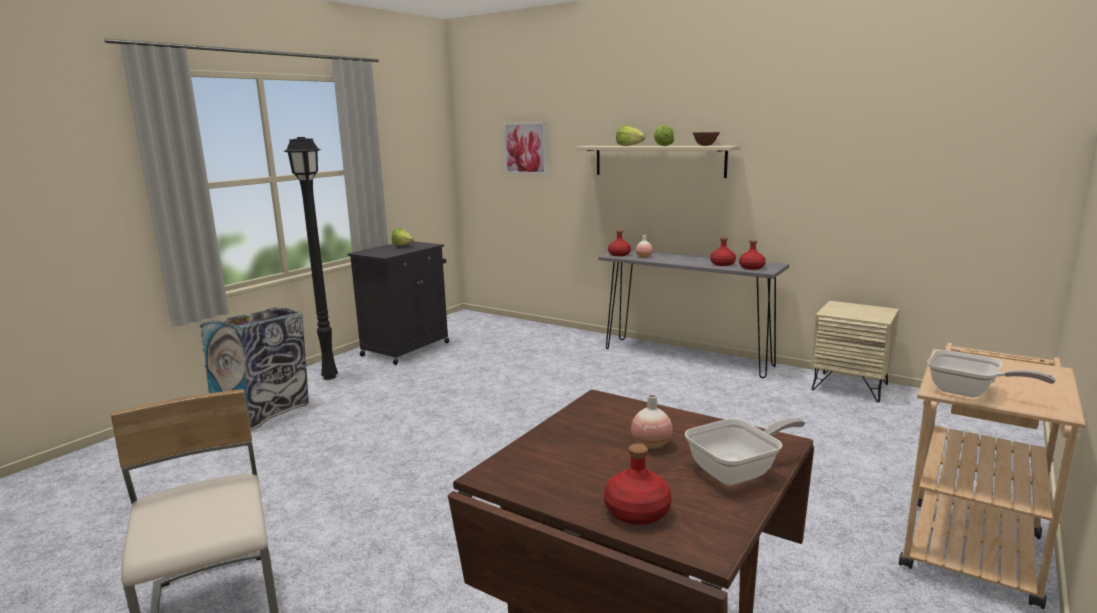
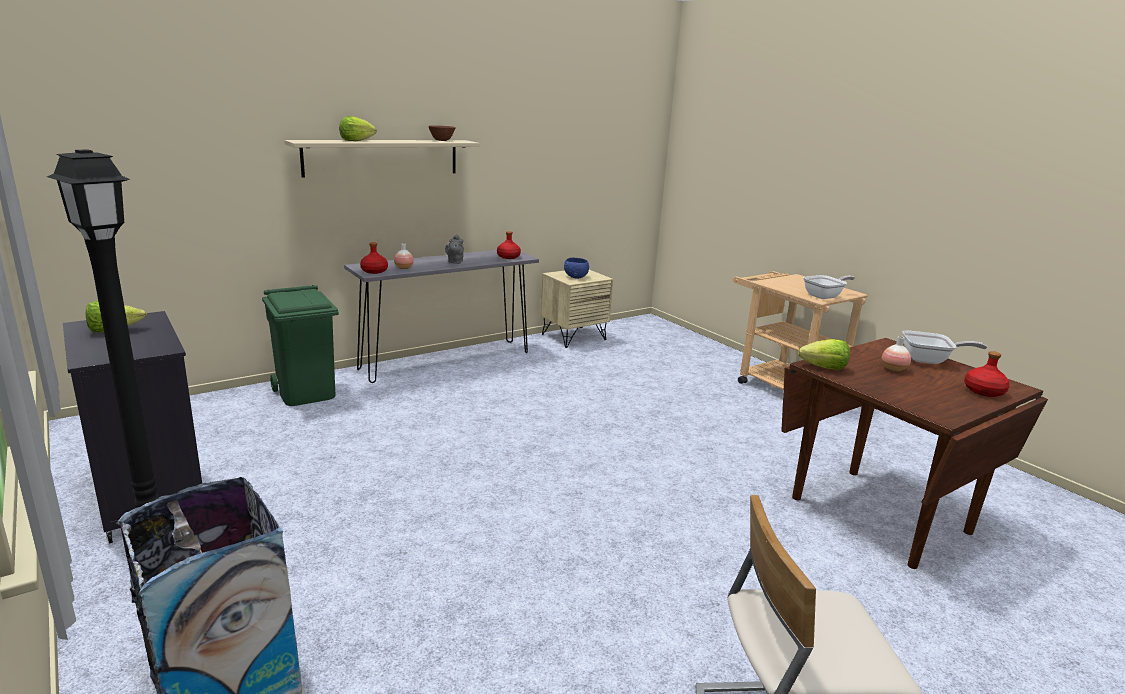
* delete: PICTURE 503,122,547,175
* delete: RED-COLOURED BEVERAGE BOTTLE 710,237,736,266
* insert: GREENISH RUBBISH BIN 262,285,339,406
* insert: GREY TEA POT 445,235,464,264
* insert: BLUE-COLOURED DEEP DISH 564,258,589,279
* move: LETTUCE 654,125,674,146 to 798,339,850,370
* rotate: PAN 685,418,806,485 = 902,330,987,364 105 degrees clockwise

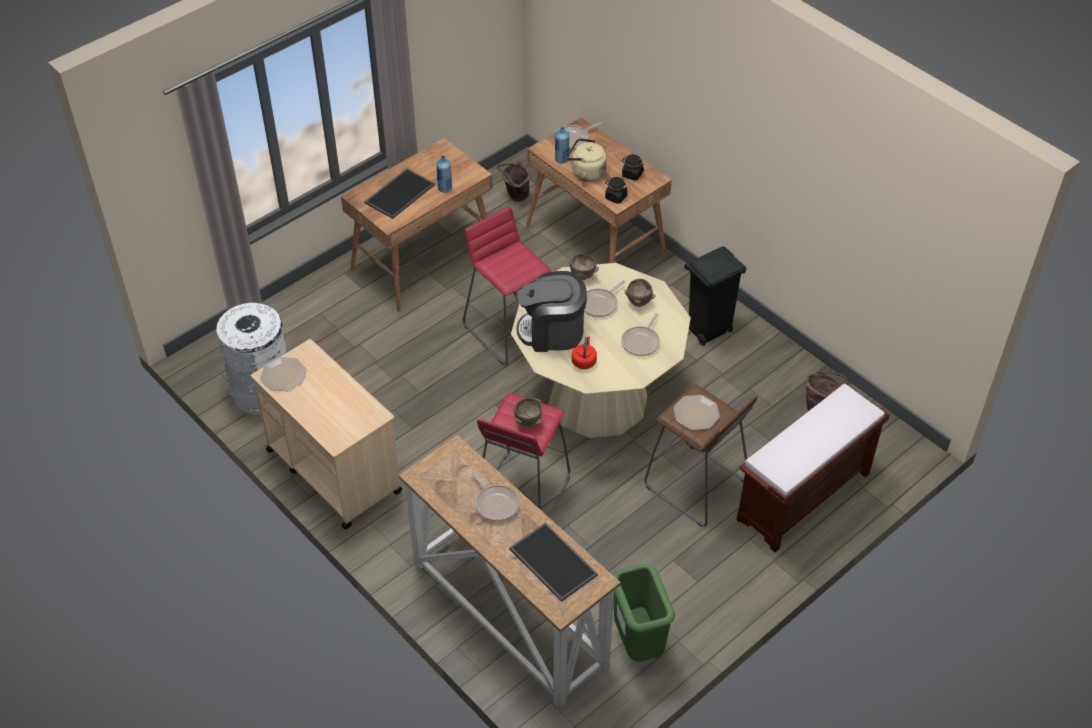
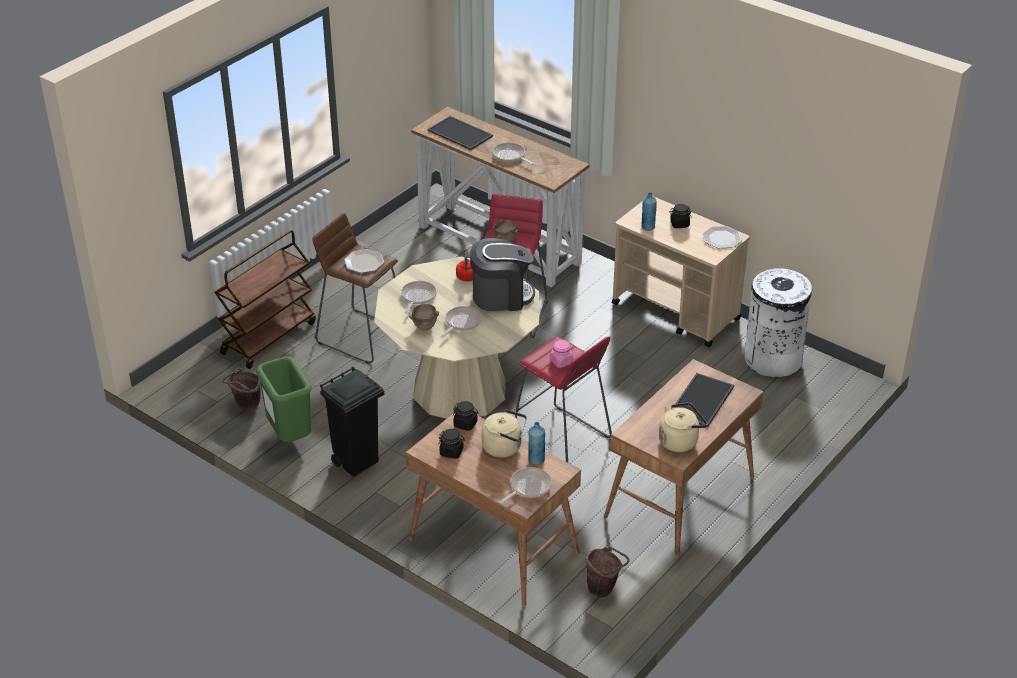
* delete: BROWN DEEP DISH 568,253,599,280
* insert: PINK-COLOURED PRESERVE JAR 550,339,573,368
* insert: SAND-COLOURED KETTLE 659,402,707,452
* insert: BLACK PRESERVE JAR 669,204,692,228
* move: BLUE-COLOURED BEVERAGE BOTTLE 436,156,452,193 to 641,192,657,231
* move: GREENISH RUBBISH BIN 613,563,675,662 to 256,357,312,442
* replace: BROWN LONG SEAT 736,384,889,552 to BROWN WHEELED CART 214,230,316,369

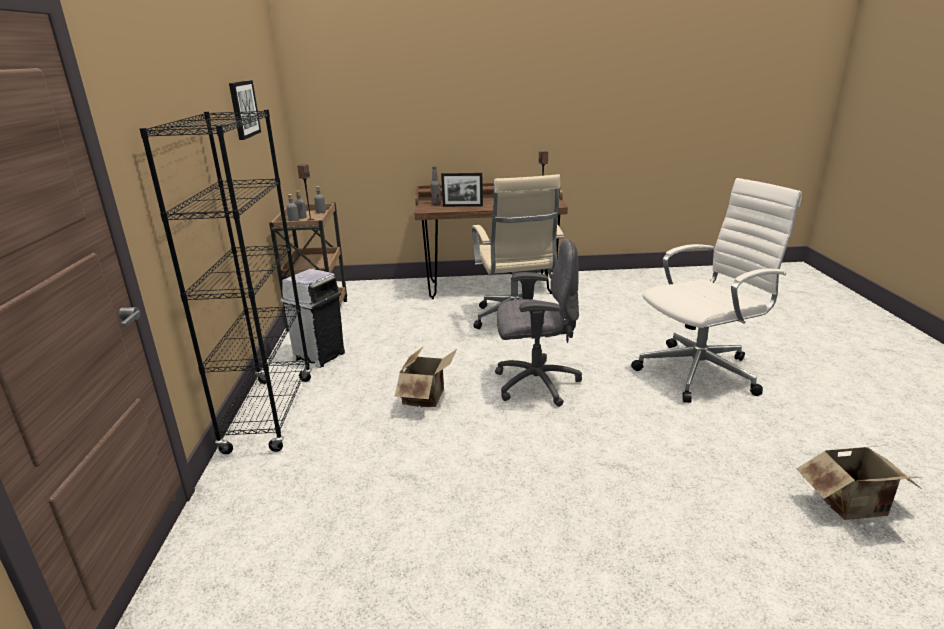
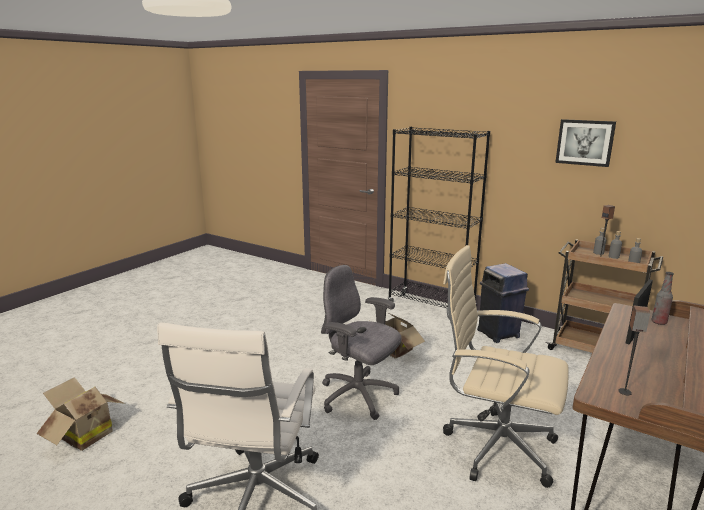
* recolor: WHITE RUBBISH BIN 281,269,345,368 to BLUE-COLOURED RUBBISH BIN 477,263,529,343
* rotate: GREY OFFICE CHAIR 495,239,582,407 = 321,265,401,420 90 degrees clockwise

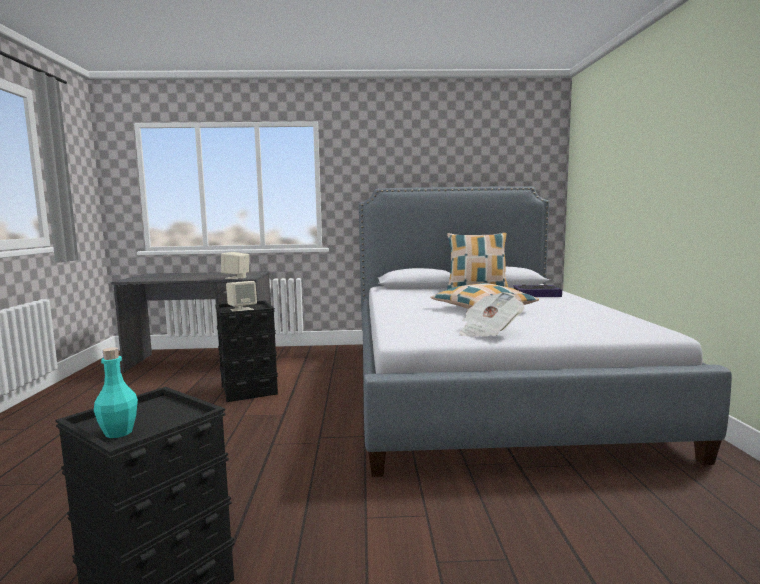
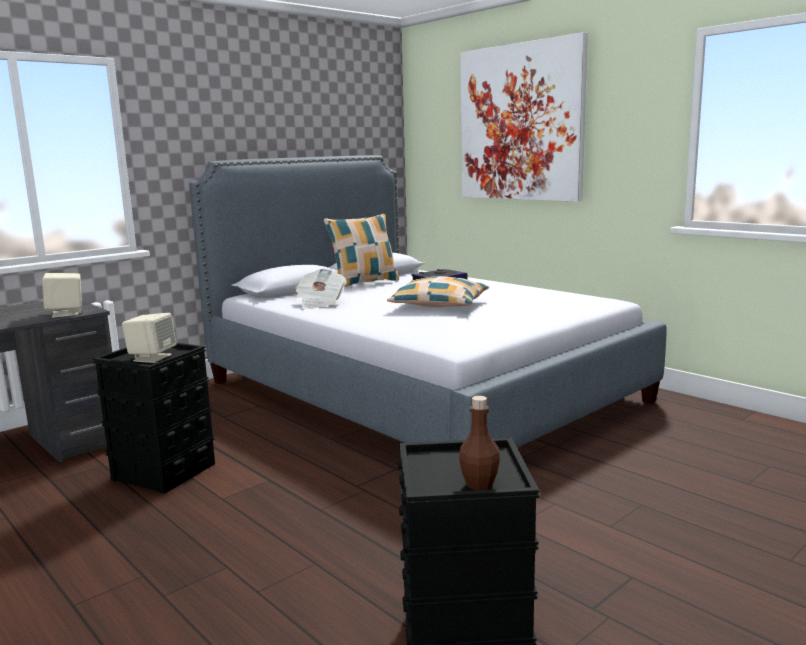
* insert: PICTURE 461,32,588,202
* move: DAILY PAPER 460,292,524,337 to 295,269,347,309
* recolor: TURQUOISE-COLOURED BEVERAGE BOTTLE 94,347,138,438 to BROWN BEVERAGE BOTTLE 459,396,500,490

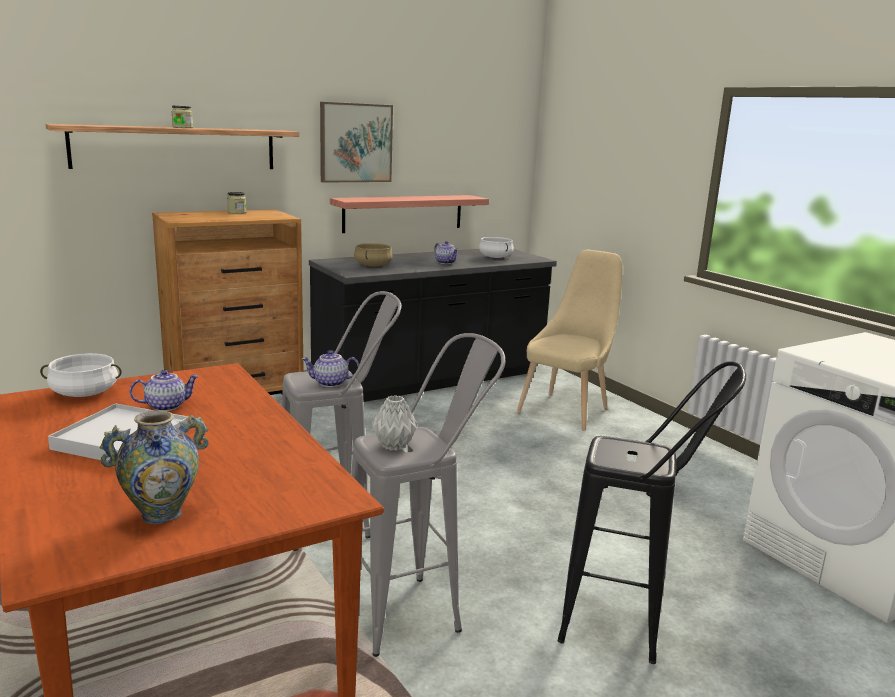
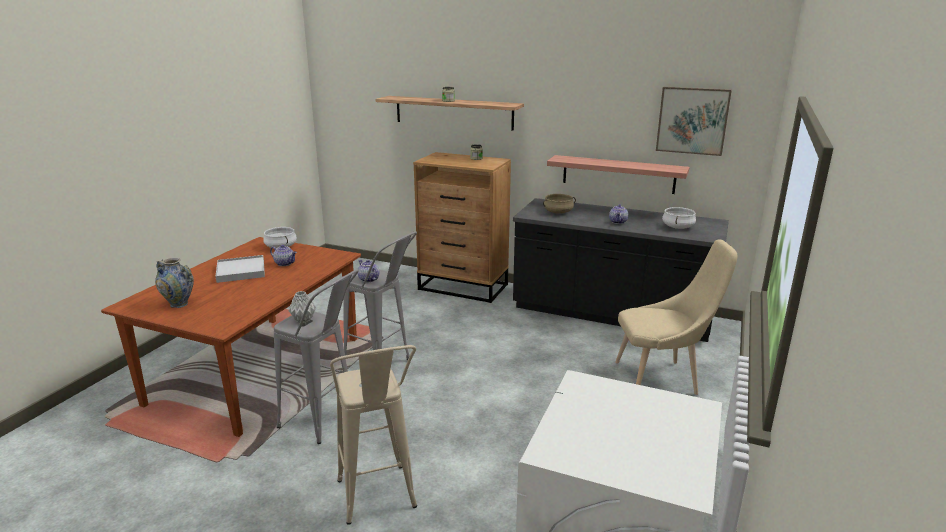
* move: PICTURE 320,102,393,183 to 656,87,732,156
* recolor: BLACK STOOL SEAT 558,361,746,664 to SAND-COLOURED STOOL SEAT 330,345,417,525

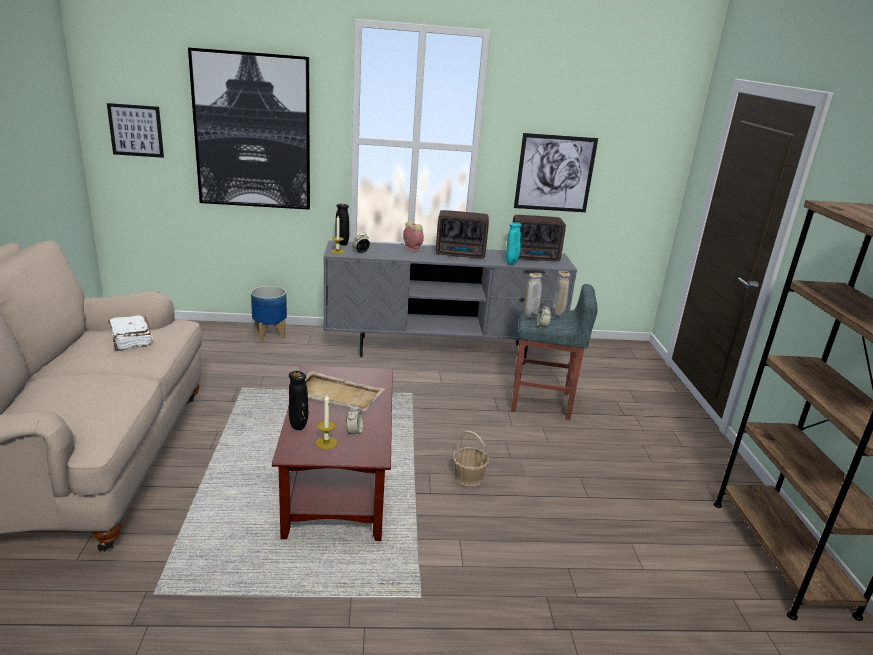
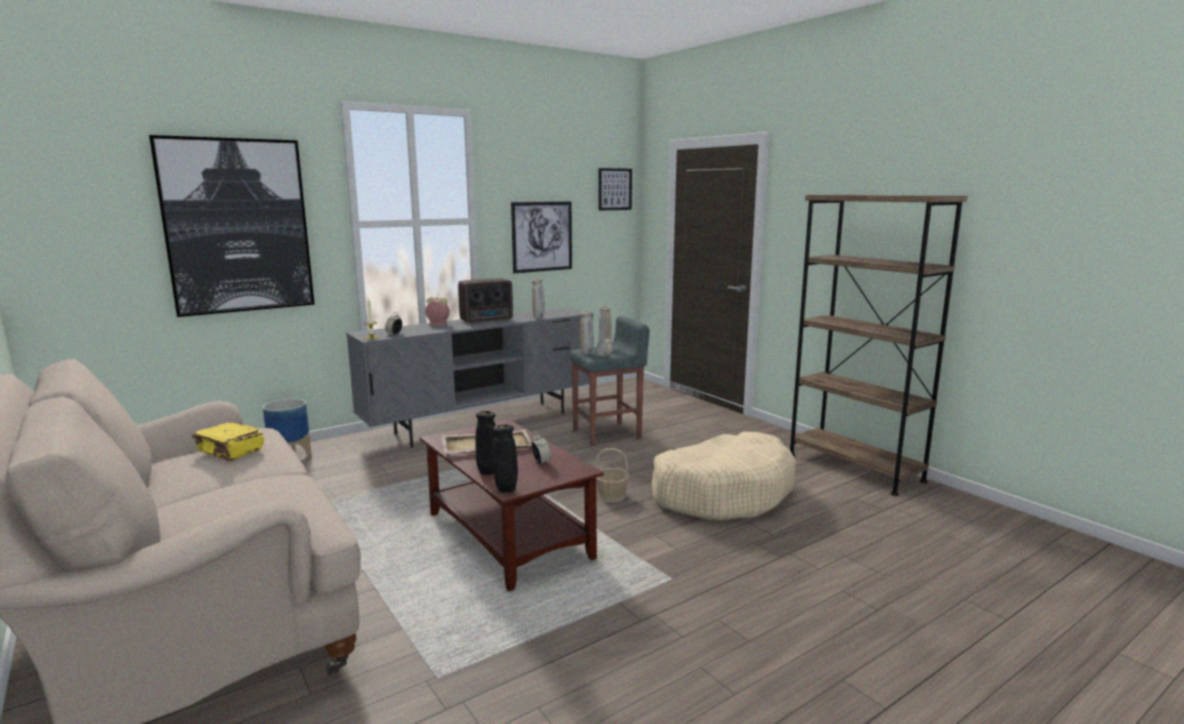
* delete: CANDLE 316,395,337,449
* delete: RADIO 512,215,566,261
* insert: SAND-COLOURED PET BED 652,431,796,520
* move: PICTURE 107,103,164,158 to 599,168,632,211
* move: BLACK DECORATIVE VASE 336,204,349,246 to 493,425,518,493
* recolor: WHITE BOUND BOOK 108,315,153,351 to YELLOW BOUND BOOK 192,422,264,461
* recolor: TURQUOISE-COLOURED DECORATIVE VASE 506,222,522,264 to SAND-COLOURED DECORATIVE VASE 532,279,545,319

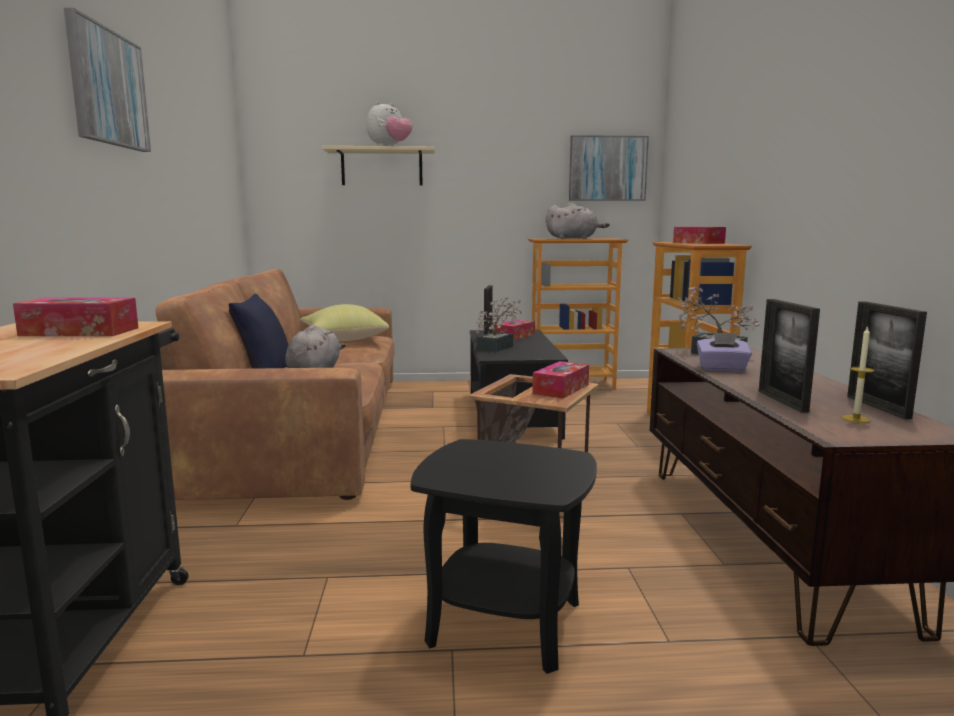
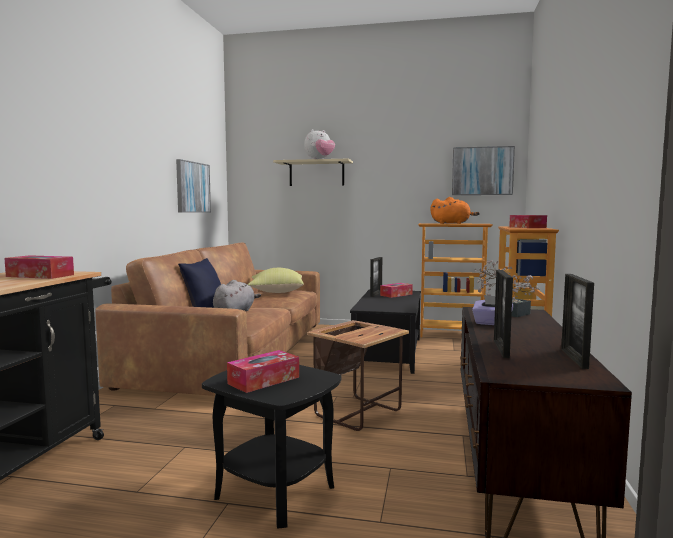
* delete: POTTED PLANT 476,297,522,352
* delete: CANDLE 842,326,875,423
* move: PICTURE 64,8,151,152 to 176,159,211,213
* move: TISSUE HOLDER 532,361,589,399 to 227,350,299,393
* recolor: GREY SOFT TOY 546,203,610,239 to ORANGE SOFT TOY 430,197,480,224

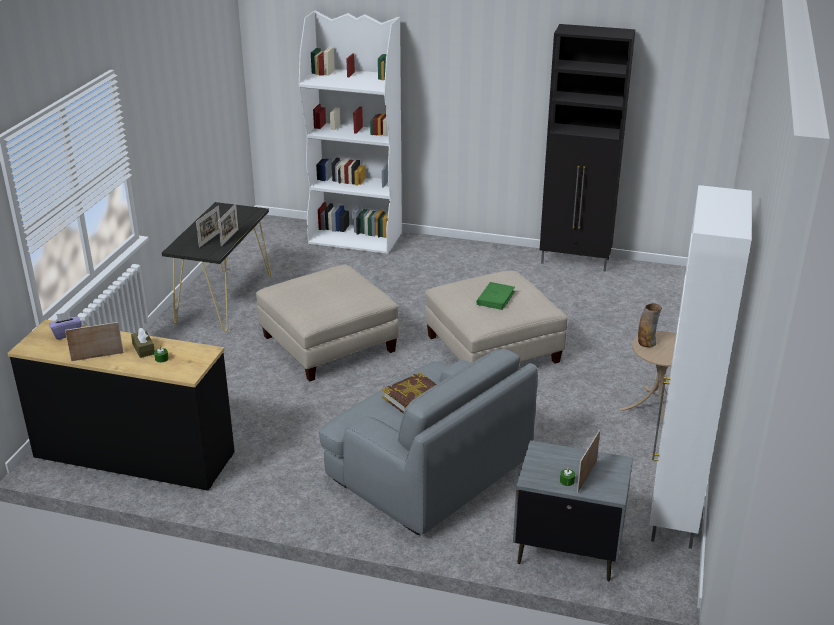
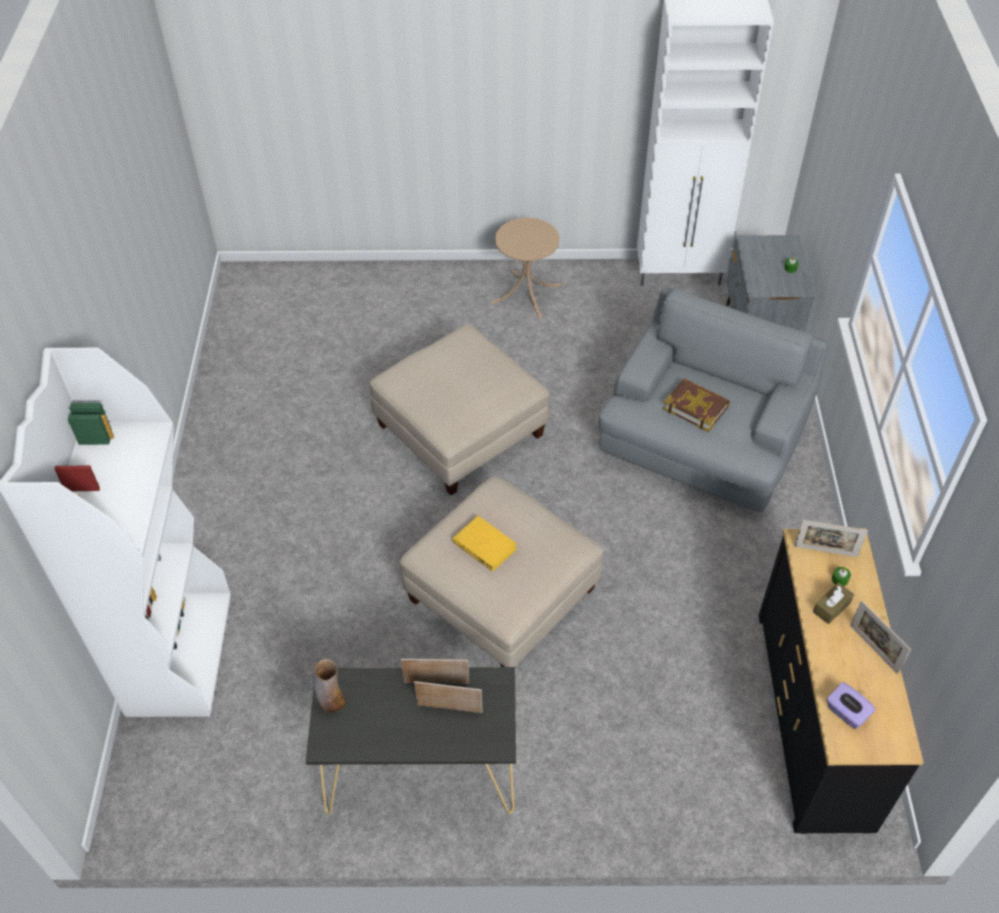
* delete: GREENISH BOUND BOOK 476,282,515,310
* delete: BLACK CUPBOARD 540,24,636,272
* insert: YELLOW BOUND BOOK 453,516,517,572
* move: STANDING FRAME 577,430,600,493 to 794,520,868,557
* move: DECORATIVE VASE 638,303,662,347 to 313,659,345,713

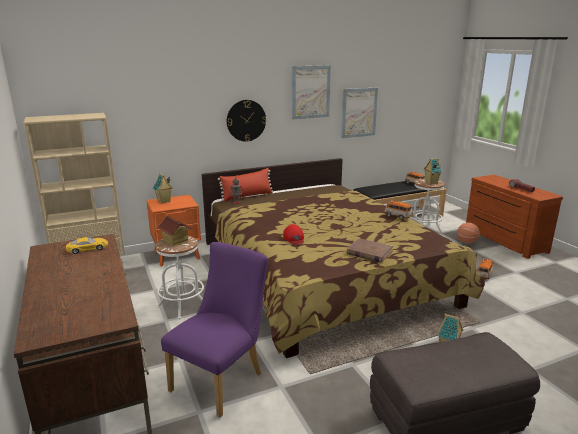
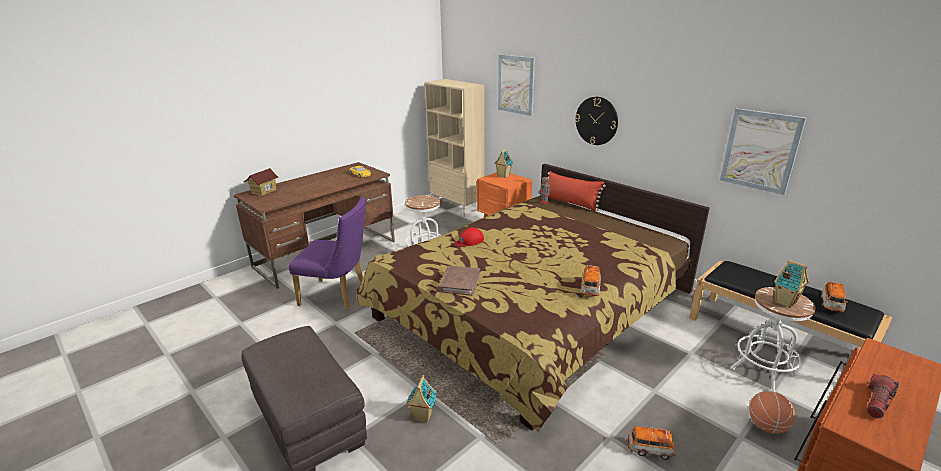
* move: MINIATURE HOUSE 157,216,193,247 to 244,168,278,196
* move: PICTURE 292,65,331,119 to 498,54,535,116

